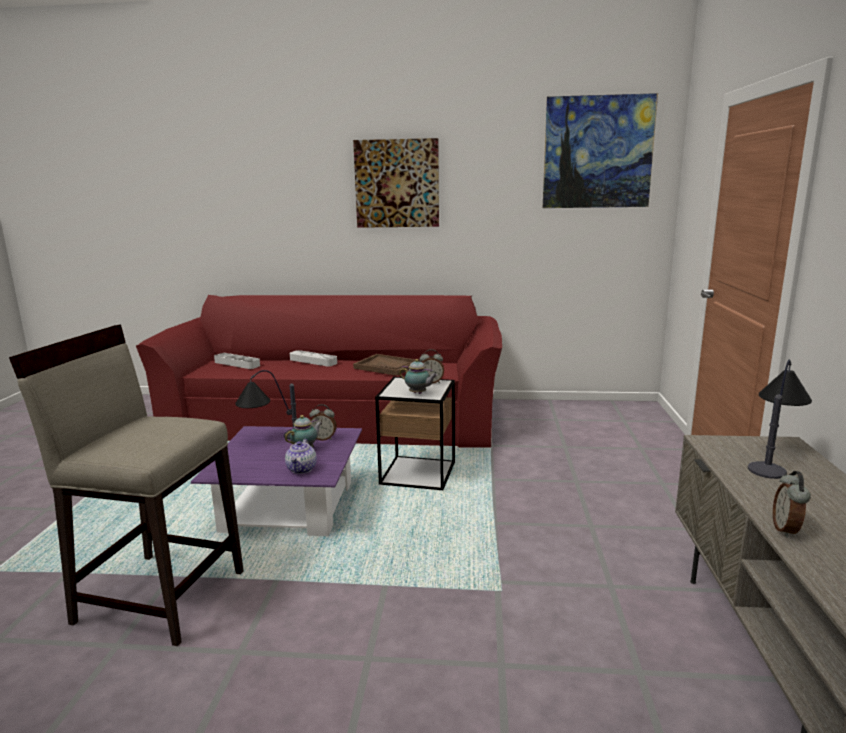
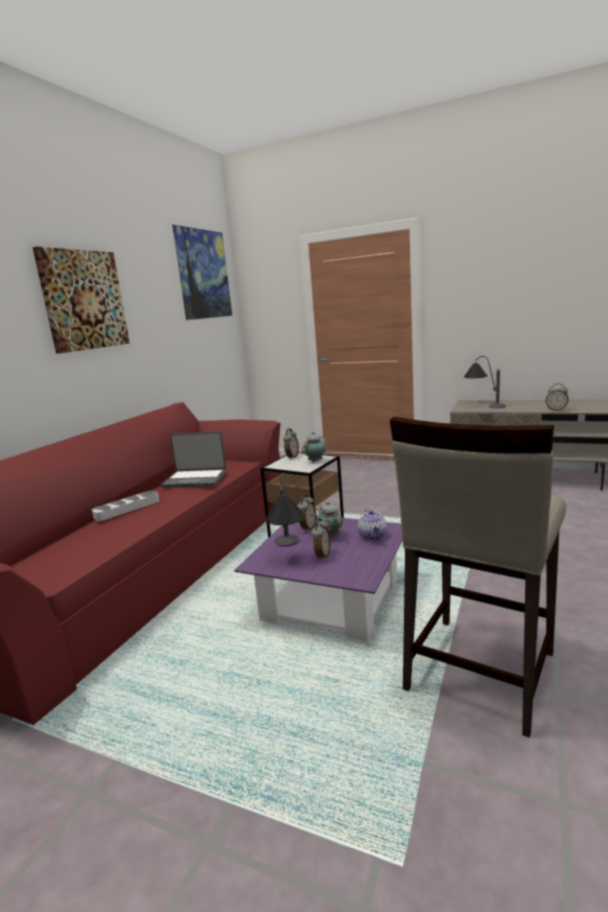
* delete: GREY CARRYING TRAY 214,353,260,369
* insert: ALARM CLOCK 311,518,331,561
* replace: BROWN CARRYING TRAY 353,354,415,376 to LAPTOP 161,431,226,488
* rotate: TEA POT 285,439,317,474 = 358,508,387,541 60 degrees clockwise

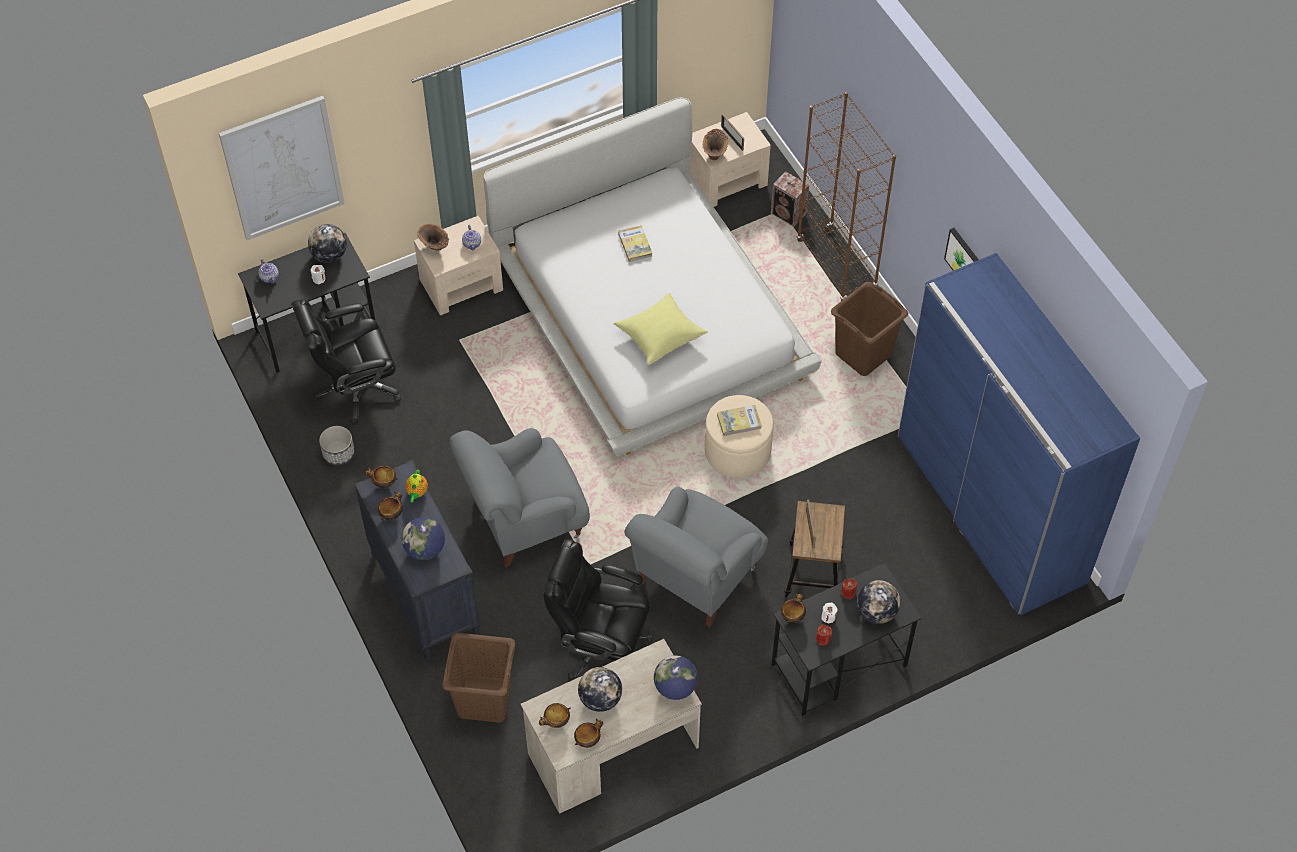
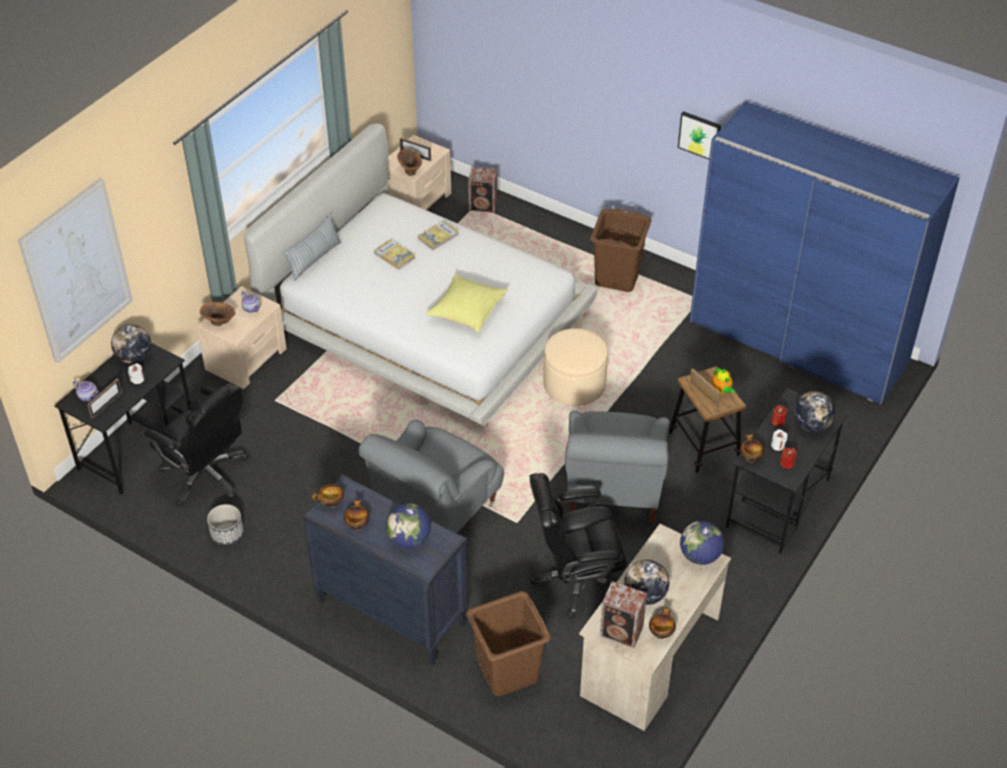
* delete: BROWN BOOKCASE 797,92,896,301
* insert: STANDING FRAME 87,378,122,419
* insert: THROW PILLOW 282,213,342,281
* move: TEA POT 405,469,428,503 to 712,367,735,394
* move: BOUND BOOK 717,405,762,436 to 418,221,459,250
* replace: DEEP DISH 539,703,570,728 to SPEAKER 599,581,647,648
* rotate: BLACK OFFICE CHAIR 291,299,401,425 = 145,383,249,506 90 degrees counterclockwise

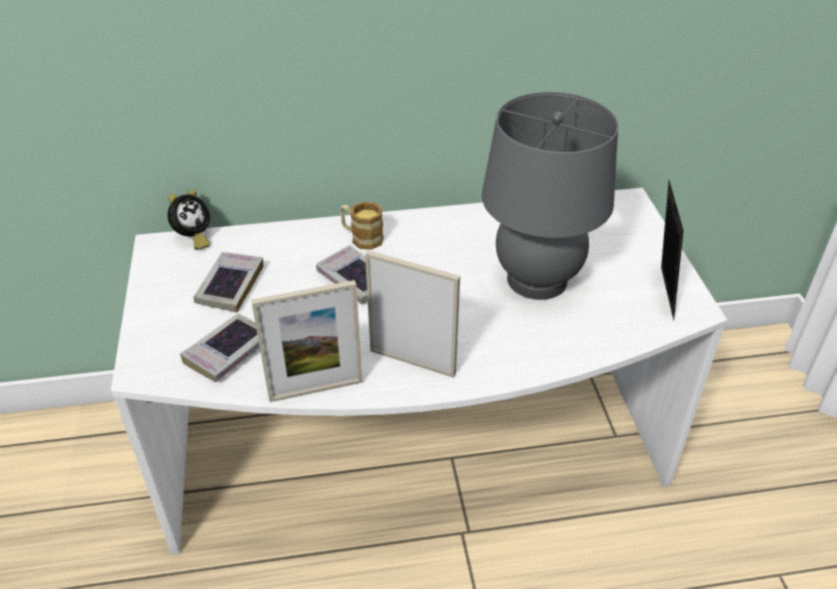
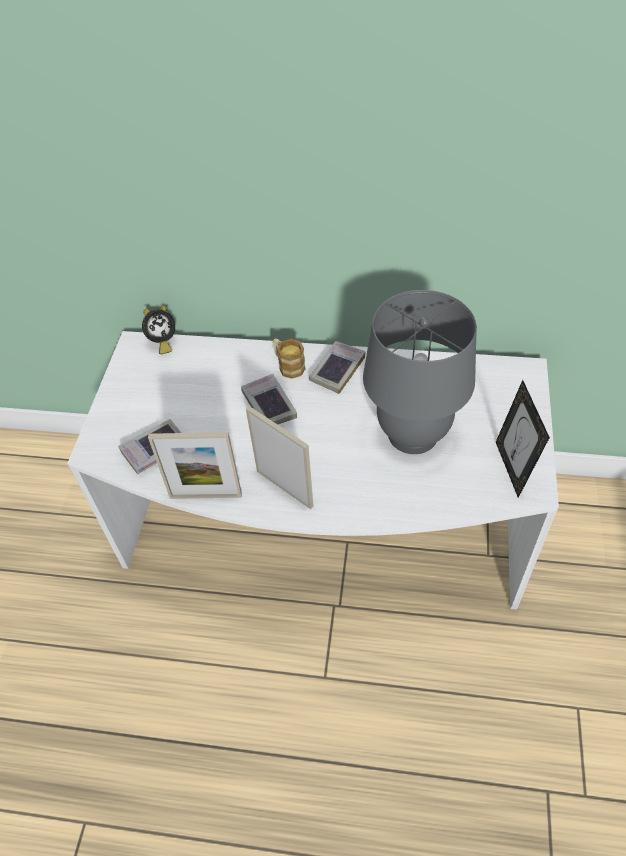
* move: BOUND BOOK 193,252,264,313 to 309,341,366,394
* rotate: STANDING FRAME 661,181,684,320 = 496,380,550,498 150 degrees clockwise

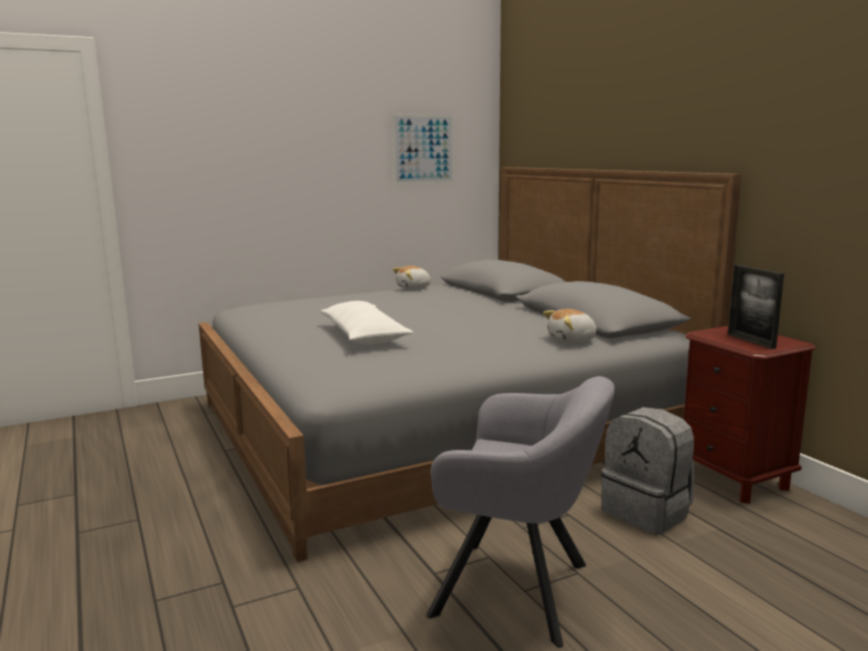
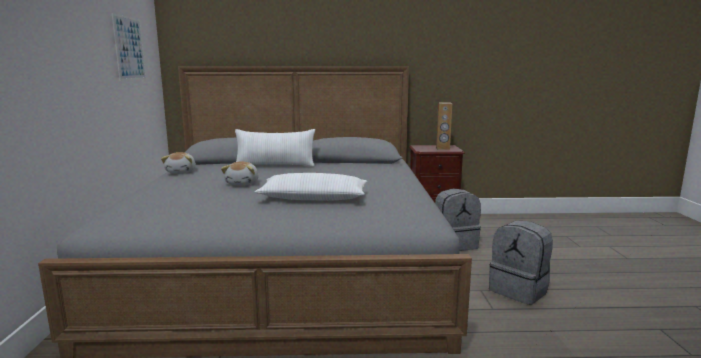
* insert: WHITE THROW PILLOW 235,129,315,167
* move: SOFT TOY 543,309,598,343 to 221,161,259,185
* replace: GREY LOUNGE CHAIR 426,376,615,648 to GREY KNAPSACK 489,220,553,305
* replace: STANDING FRAME 728,264,784,349 to BROWN SPEAKER 436,102,452,150

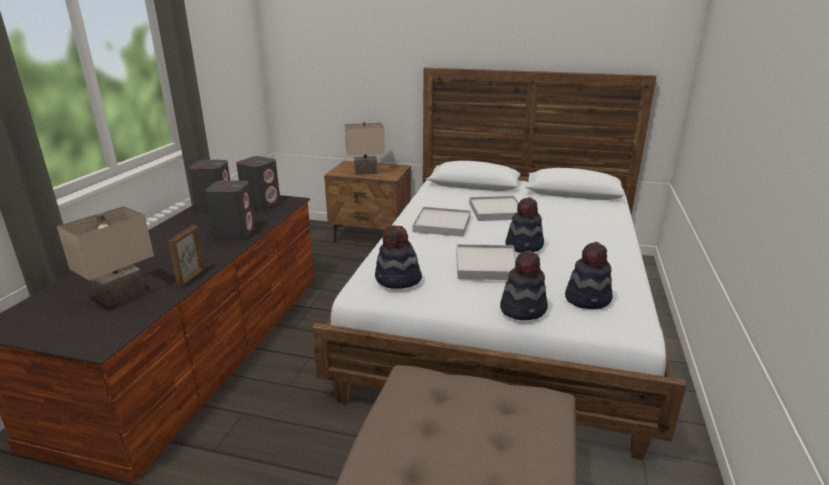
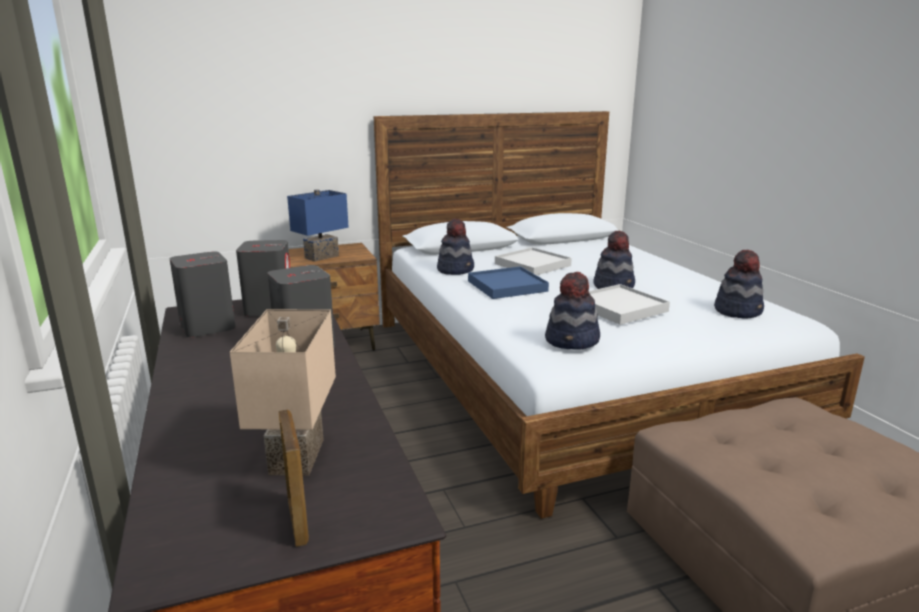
* move: STANDING FRAME 168,225,205,288 to 279,409,309,547
* move: HAT 500,250,548,320 to 437,218,474,275
* recolor: SAND-COLOURED LAMP FOR A TABLE 345,122,385,175 to BLUE-COLOURED LAMP FOR A TABLE 287,189,349,261
* recolor: WHITE CARRYING TRAY 413,207,471,237 to BLUE-COLOURED CARRYING TRAY 468,266,549,299

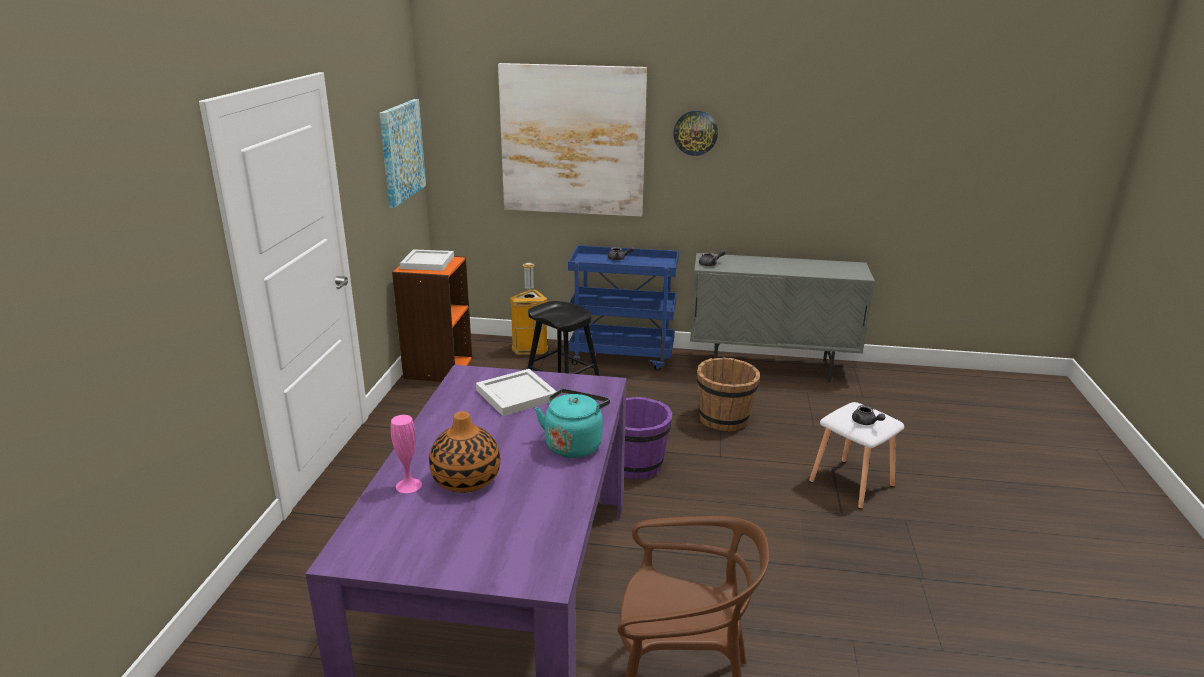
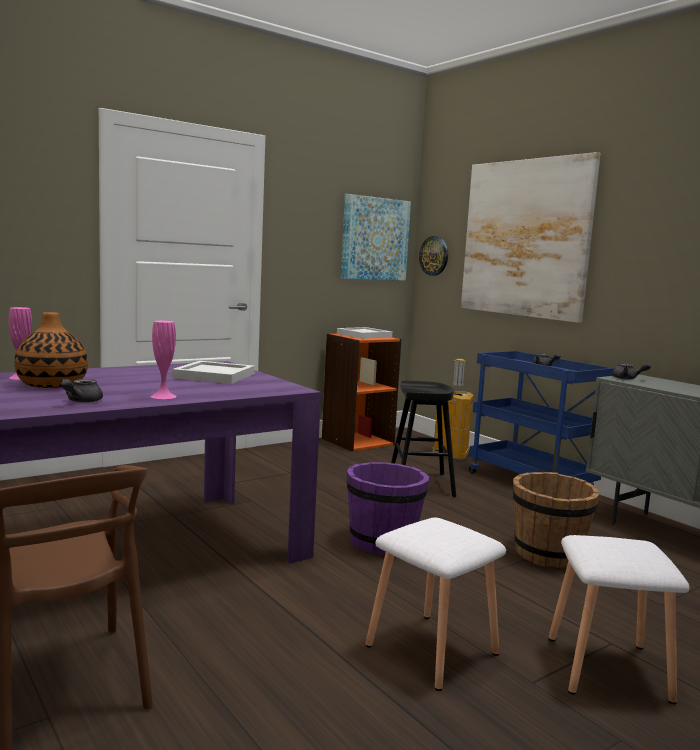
* insert: WHITE STOOL SEAT 366,517,506,691
* move: HANGING CLOCK 673,110,718,156 to 419,236,448,276
* move: GREY TEA POT 852,405,885,425 to 61,379,103,403
* replace: TURQUOISE-COLOURED KETTLE 535,389,610,458 to PINK-COLOURED DECORATIVE VASE 150,321,177,399

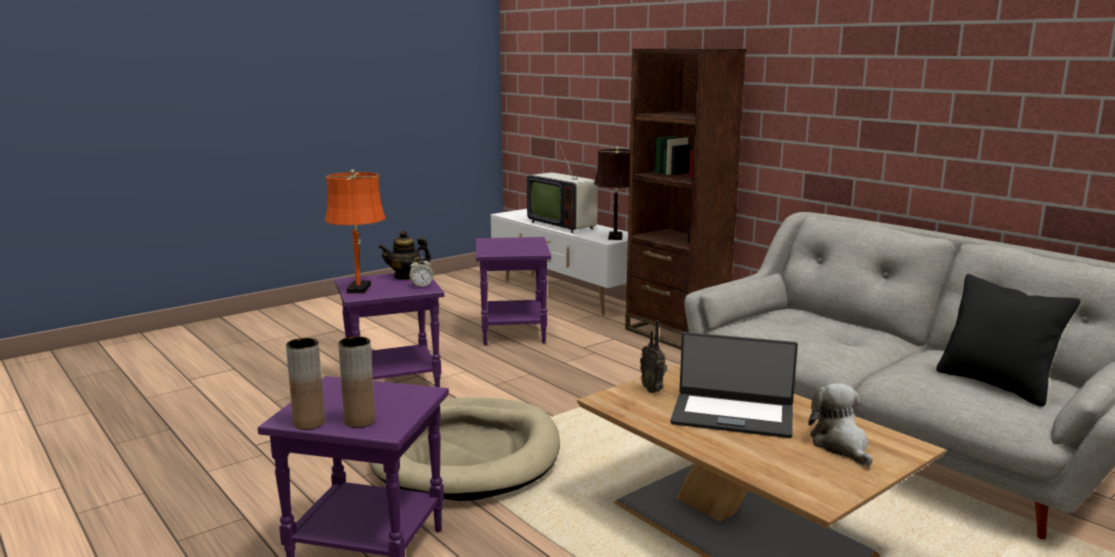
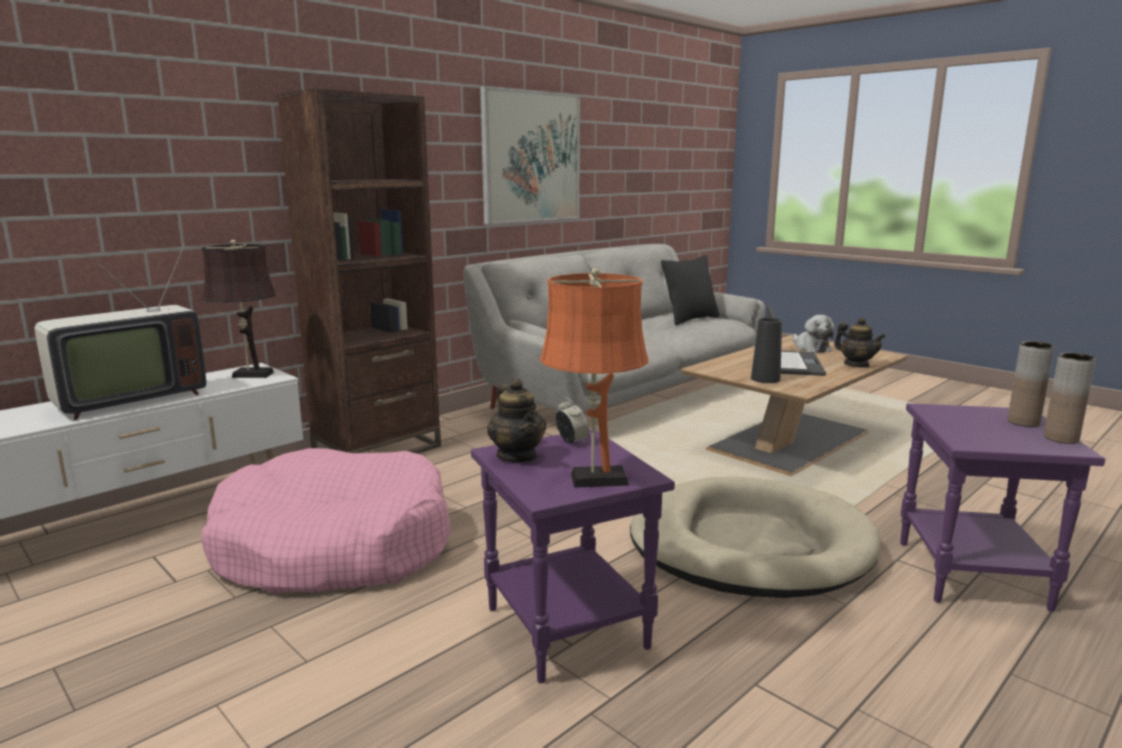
* insert: PICTURE 480,86,580,225
* insert: TEA POT 834,317,885,368
* replace: PURPLE-COLOURED SIDE TABLE 476,237,551,345 to PINK-COLOURED PET BED 201,448,451,594
* replace: RADIO 640,320,667,393 to BLACK DECORATIVE VASE 751,318,782,383
* rotate: SOFT TOY 808,384,872,467 = 793,315,835,353 90 degrees counterclockwise

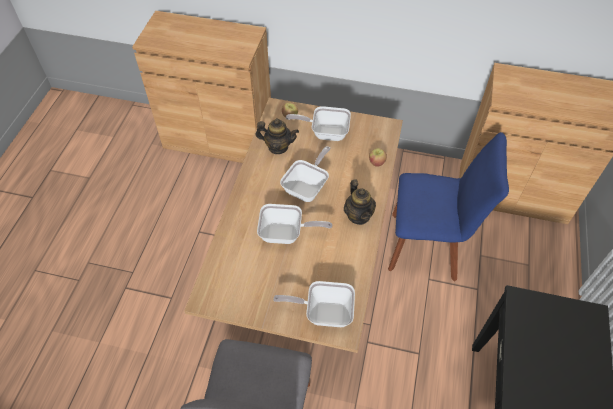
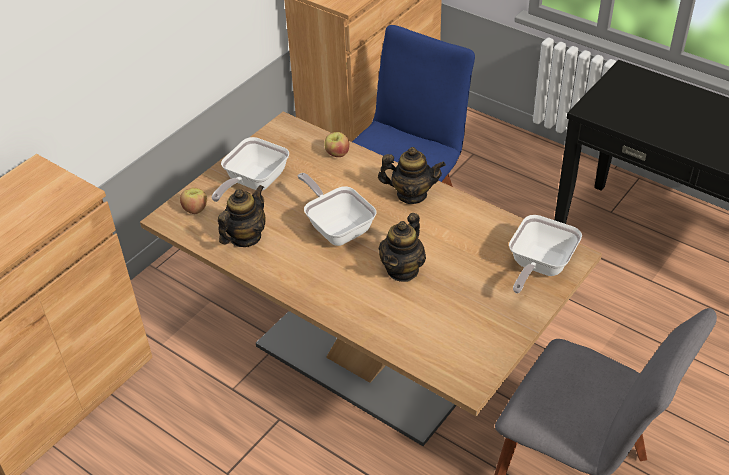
* replace: PAN 257,204,332,244 to TEA POT 379,213,426,282

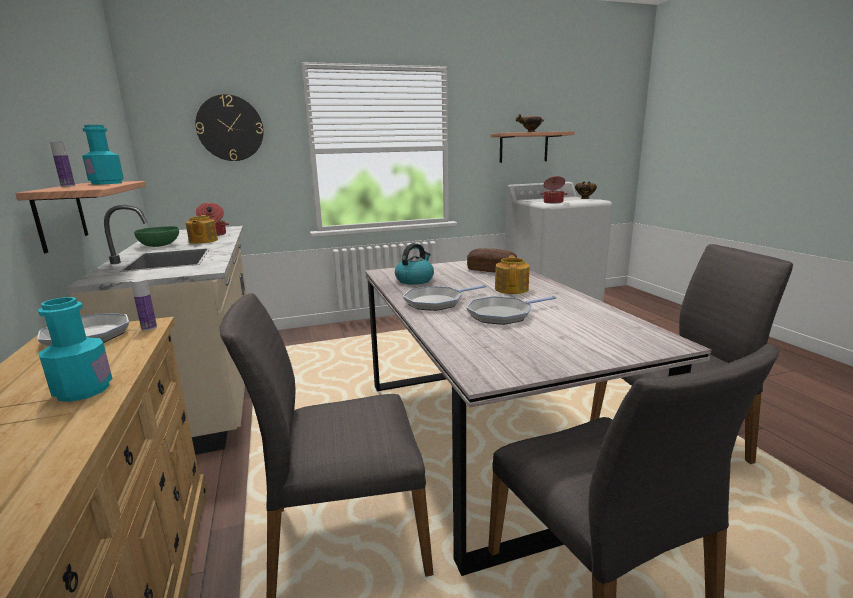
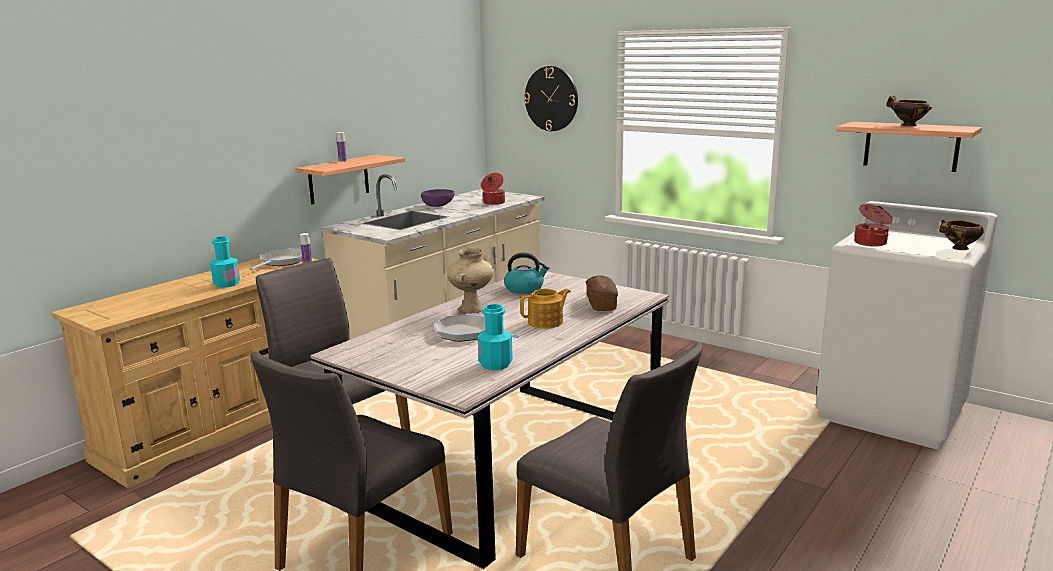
* delete: TEA POT 186,215,218,244
* move: TURQUOISE-COLOURED BEVERAGE BOTTLE 82,125,124,185 to 478,304,513,370
* replace: PAN 403,285,487,311 to SAND-COLOURED DECORATIVE VASE 447,248,494,313
* recolor: GREENISH DEEP DISH 134,226,179,247 to PURPLE-COLOURED DEEP DISH 421,189,455,207

